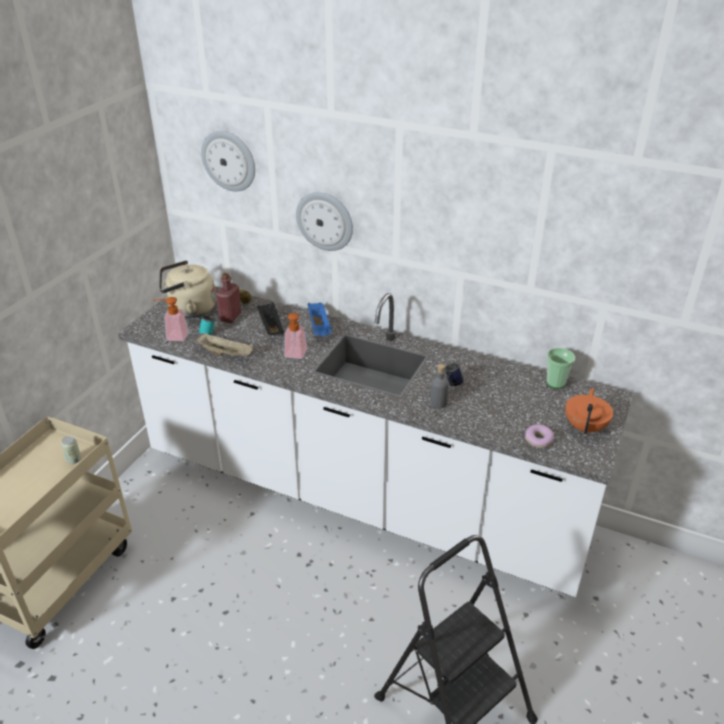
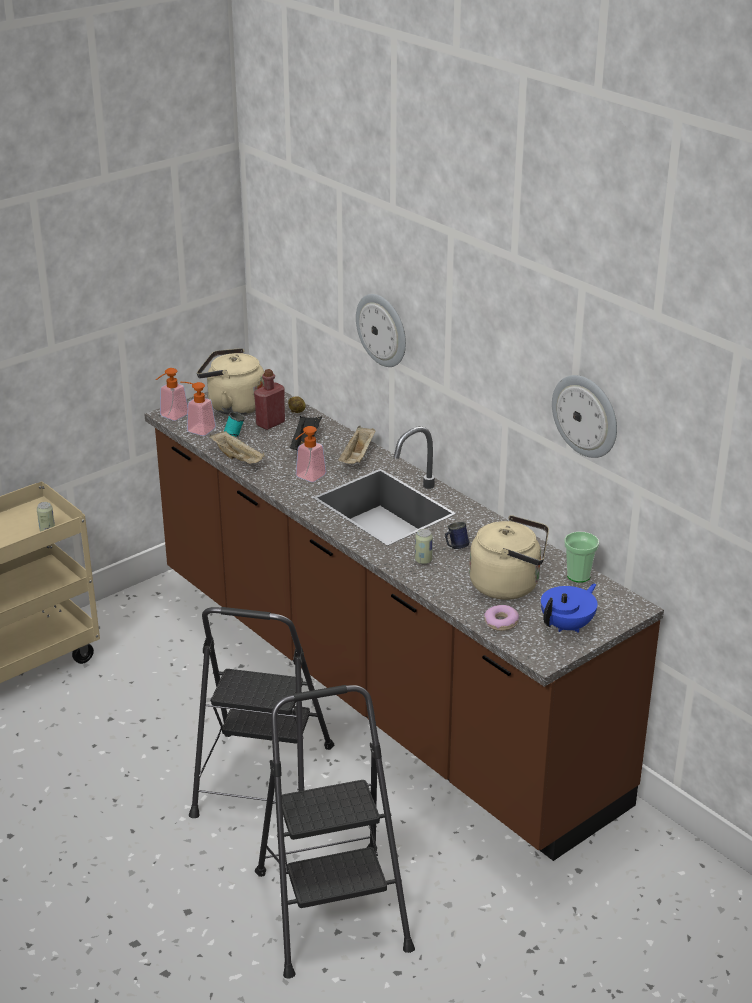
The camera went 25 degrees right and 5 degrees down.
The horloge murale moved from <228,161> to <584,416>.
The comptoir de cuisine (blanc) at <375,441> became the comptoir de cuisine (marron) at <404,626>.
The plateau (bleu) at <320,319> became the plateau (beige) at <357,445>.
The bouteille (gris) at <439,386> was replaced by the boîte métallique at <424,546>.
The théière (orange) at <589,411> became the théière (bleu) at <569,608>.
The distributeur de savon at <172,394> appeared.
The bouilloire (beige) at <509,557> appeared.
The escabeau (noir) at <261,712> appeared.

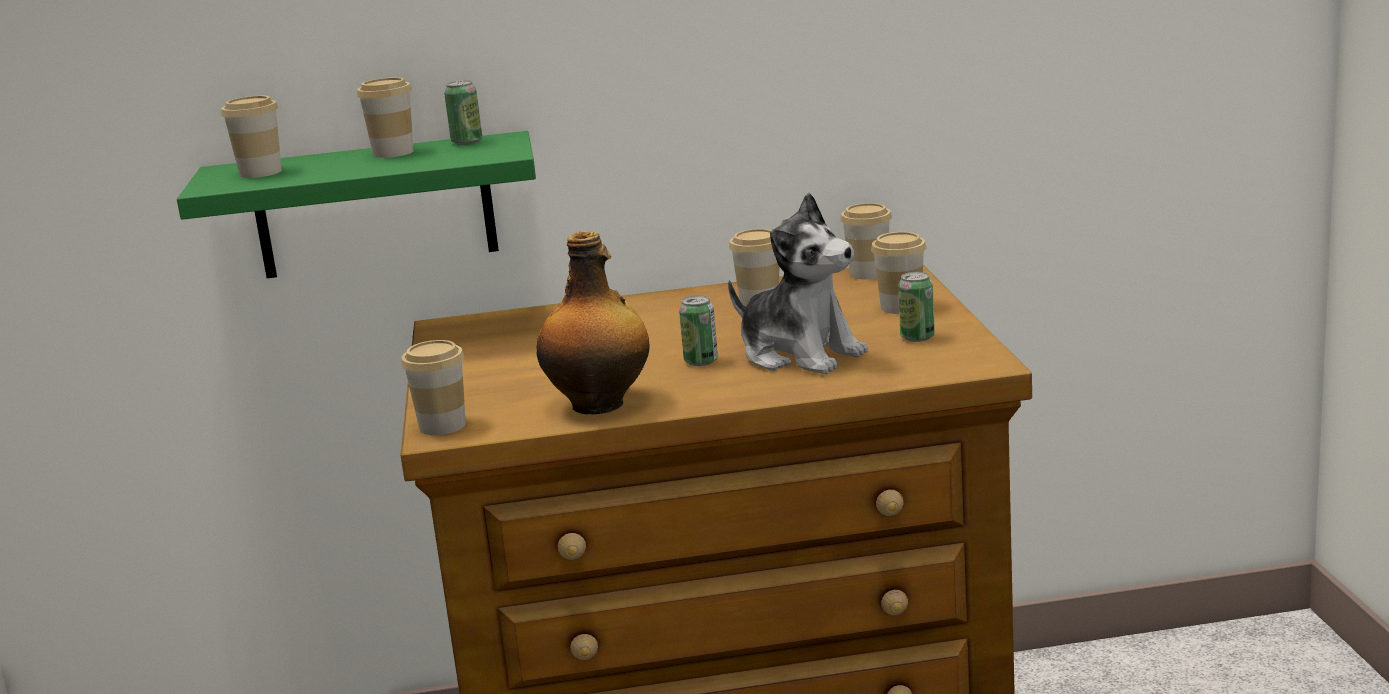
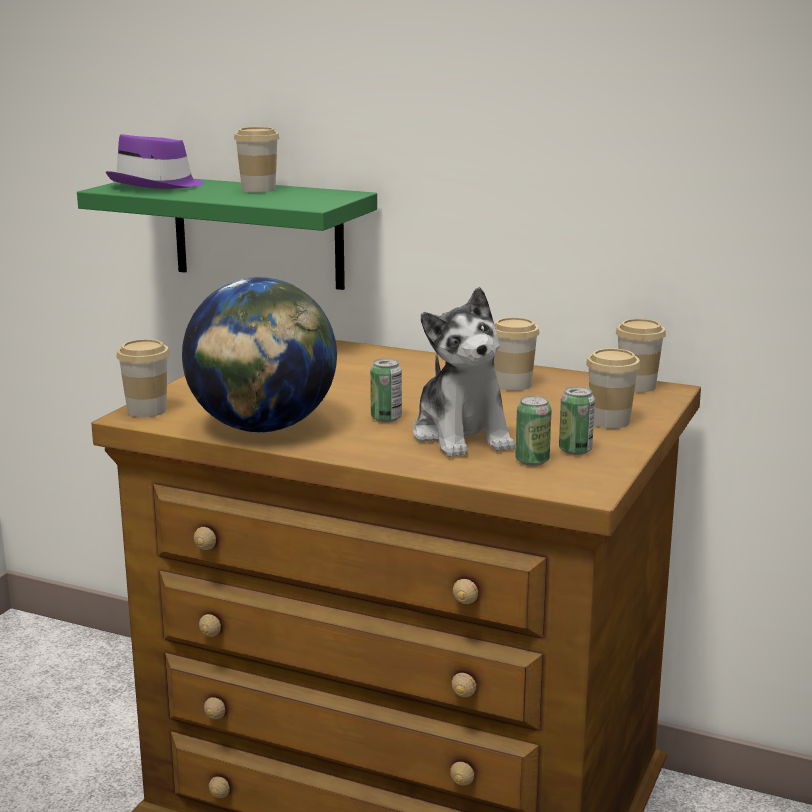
The camera went 30 degrees right and 0 degrees up.
The boîte métallique moved from <463,112> to <533,431>.
The tasse at <251,137> was replaced by the chapeau (violet) at <155,161>.
The bouteille at <593,323> was replaced by the globe at <259,355>.

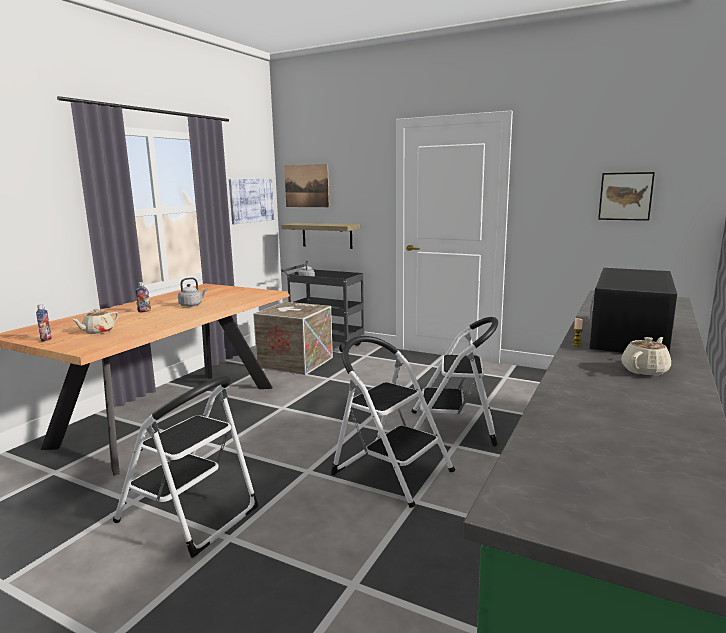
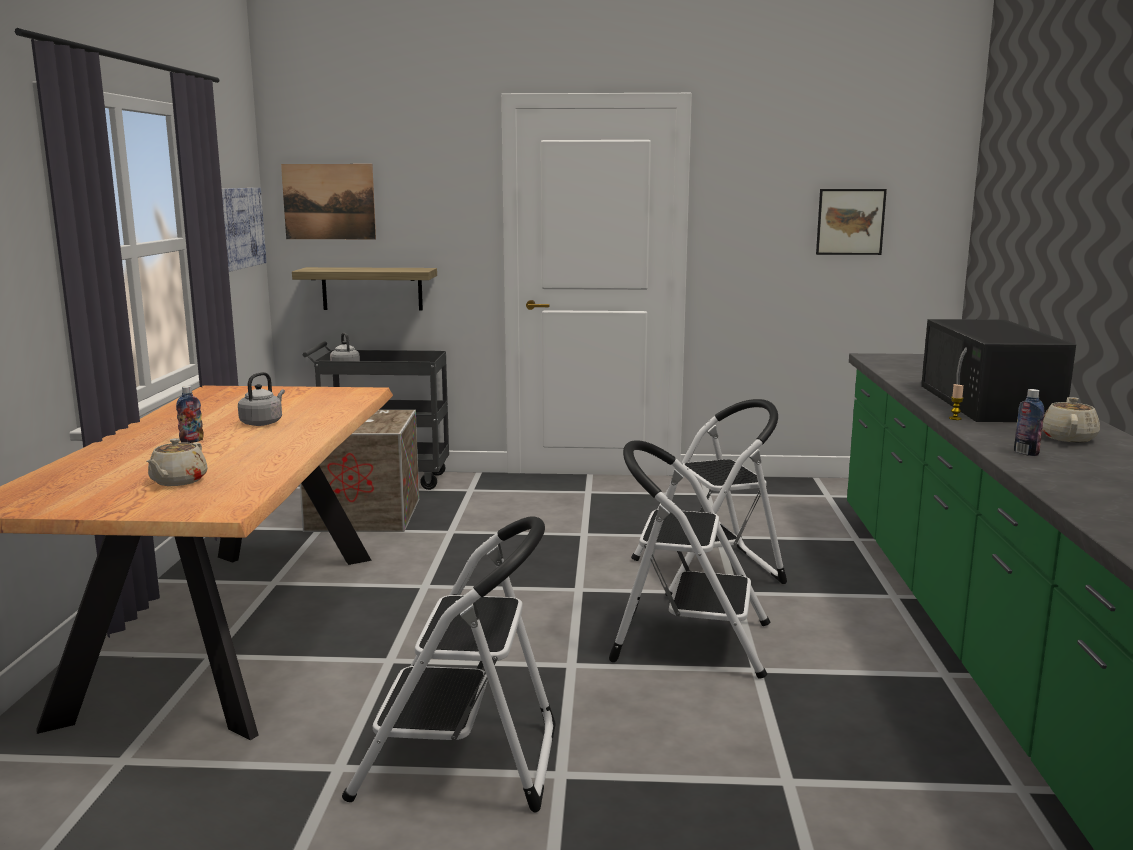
The camera went 25 degrees left and 0 degrees up.
The bouteille moved from <44,322> to <1029,422>.

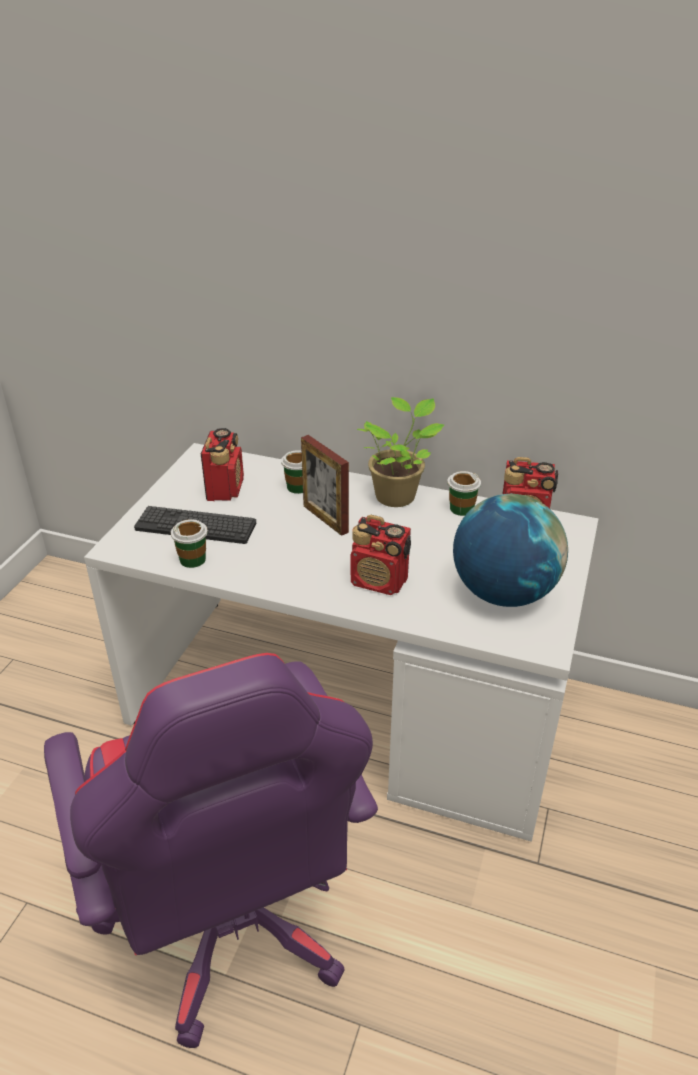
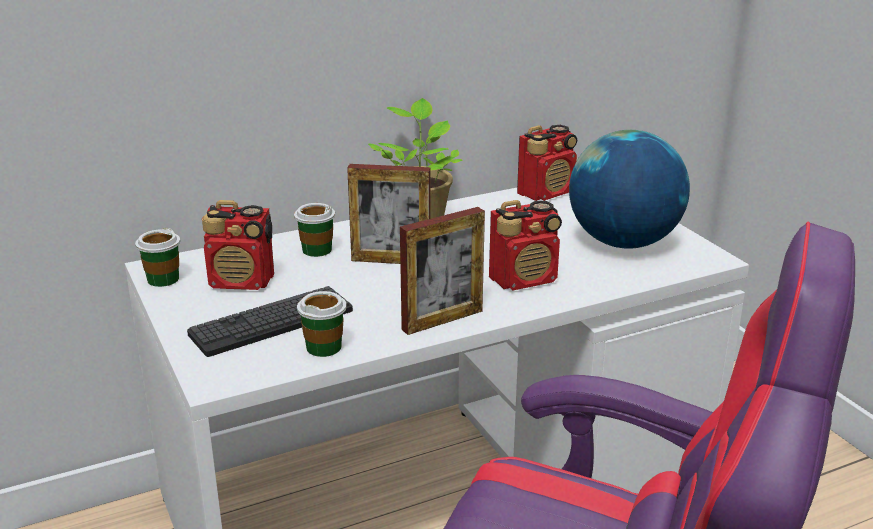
The camera went 45 degrees left and 10 degrees down.
The radio at <222,464> turned 135 degrees clockwise.
The tasse moved from <464,493> to <157,257>.
The cadre photo at <442,271> appeared.

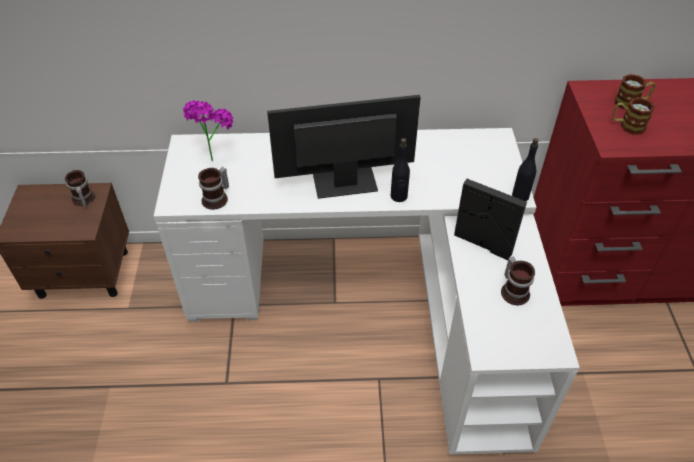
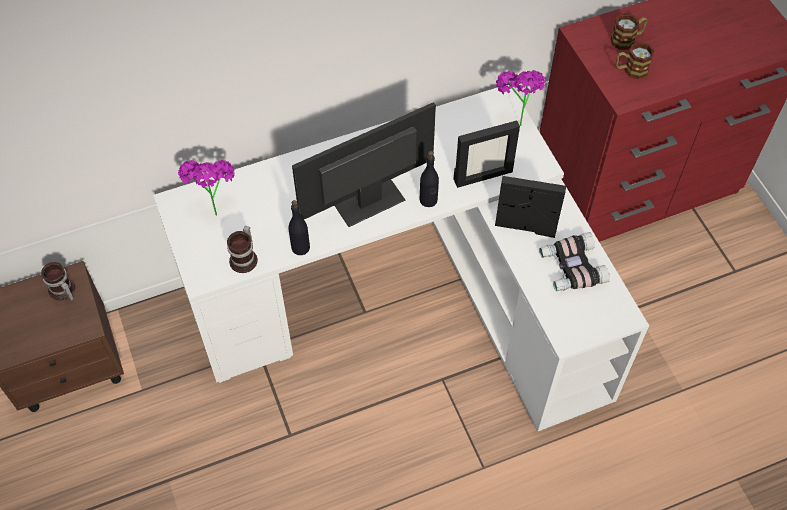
The camera went 20 degrees left and 10 degrees up.
The bouteille (noir) moved from <525,169> to <299,227>.
The mug at <518,281> was replaced by the jumelles at <574,261>.
The plante en pot at <521,98> appeared.
The cadre photo at <486,154> appeared.

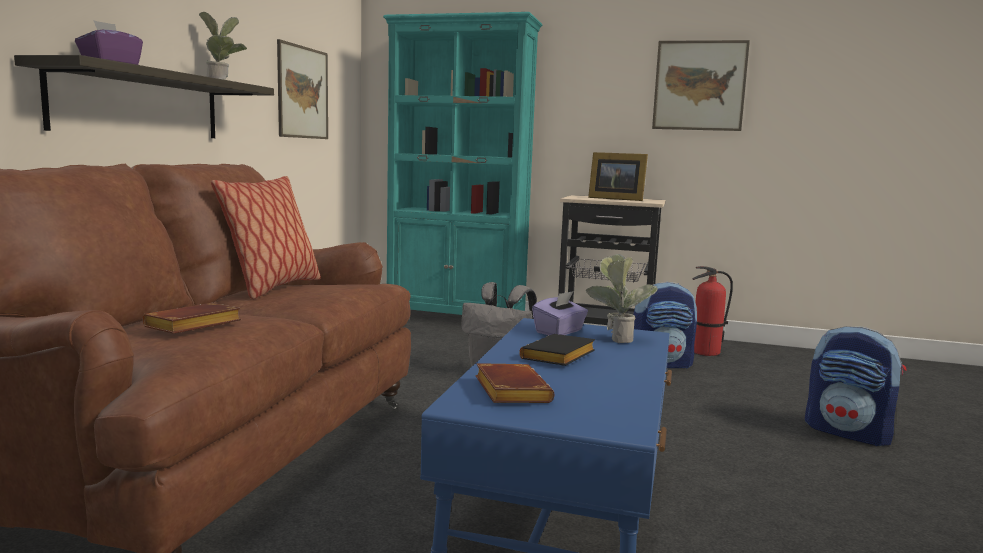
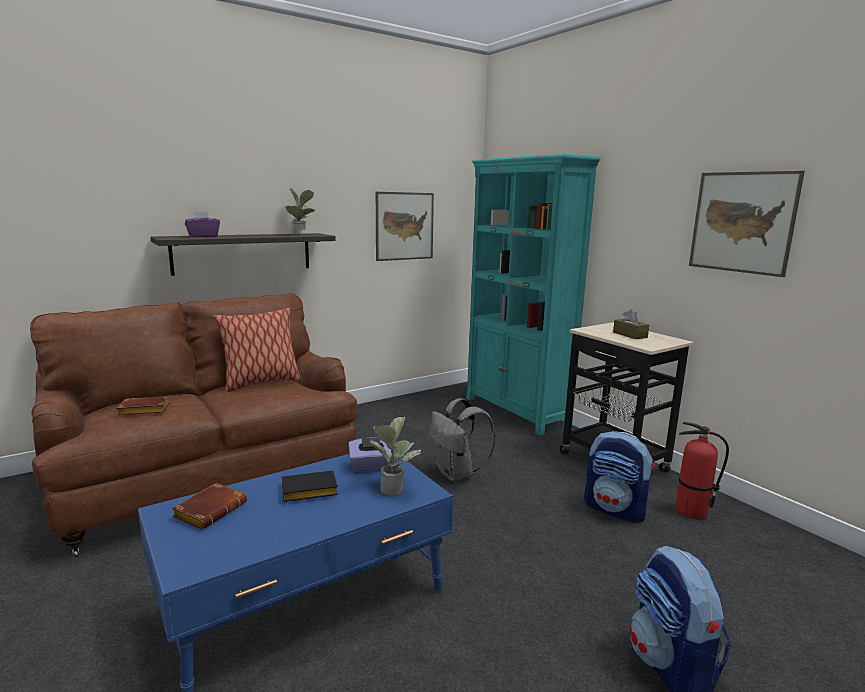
The camera went 40 degrees right and 5 degrees up.
The cadre photo at <618,176> was replaced by the boîte à mouchoirs (marron) at <631,324>.

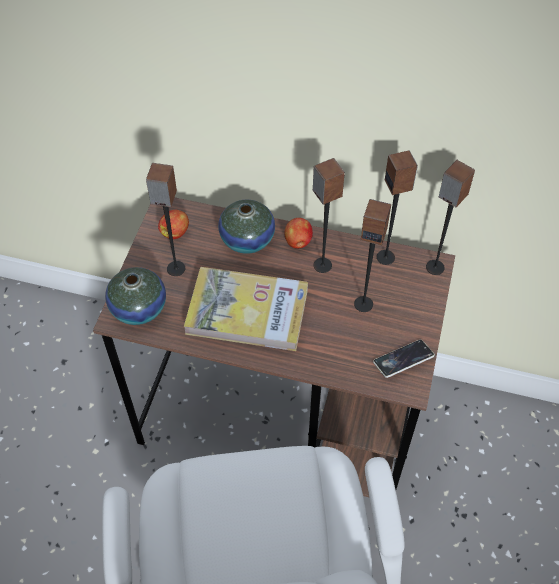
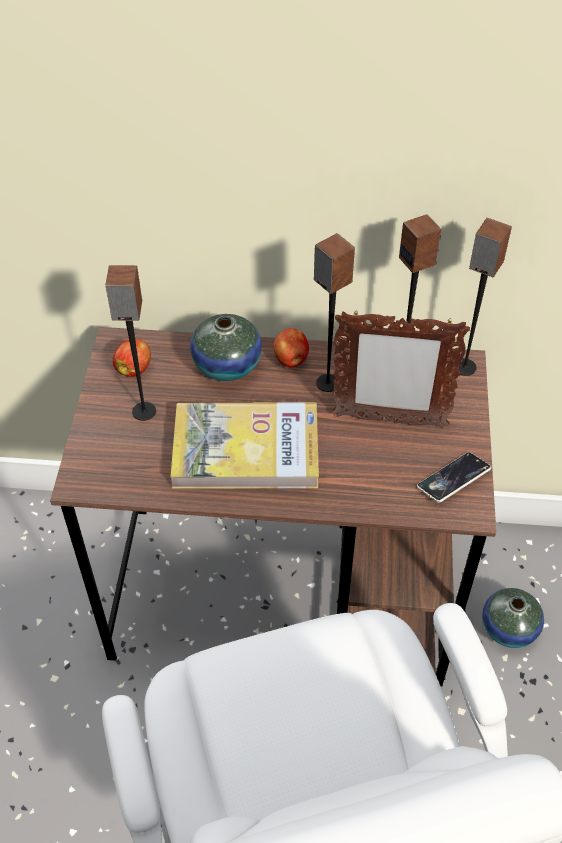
The camera went 10 degrees left and 5 degrees down.
The enceinte at <372,255> was replaced by the cadre photo at <401,369>.
The vase moved from <135,296> to <513,618>.

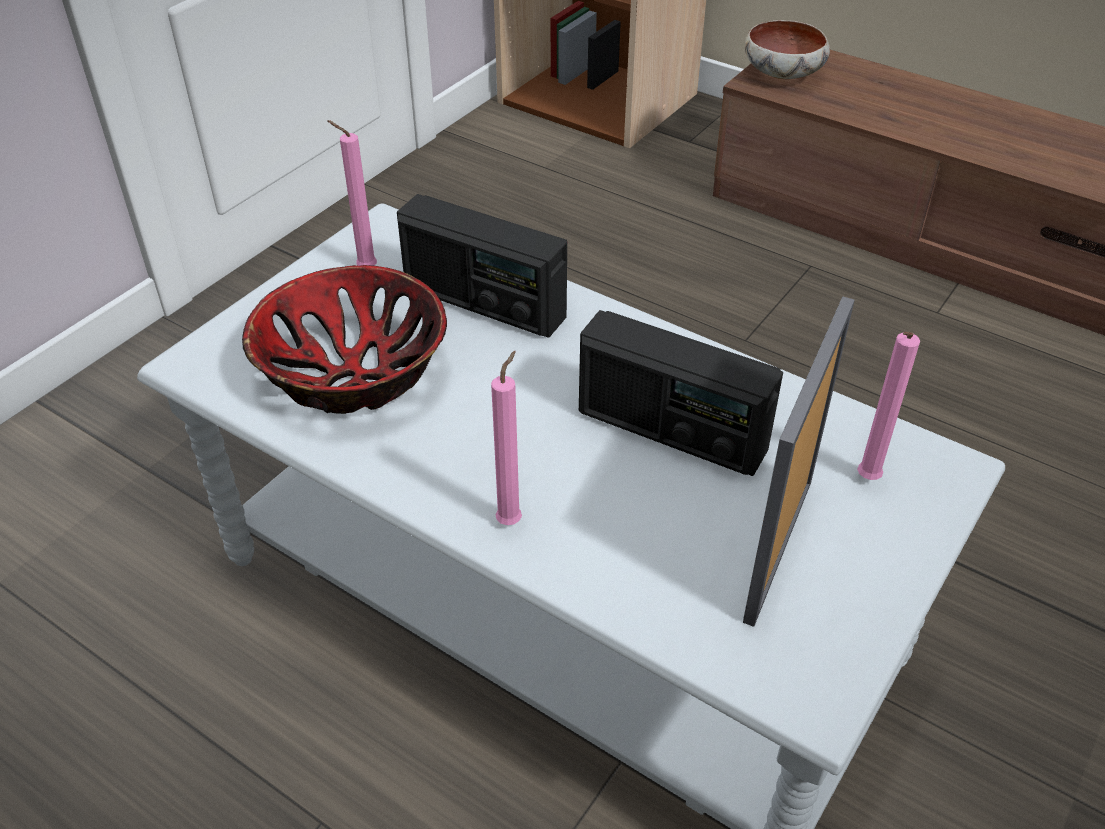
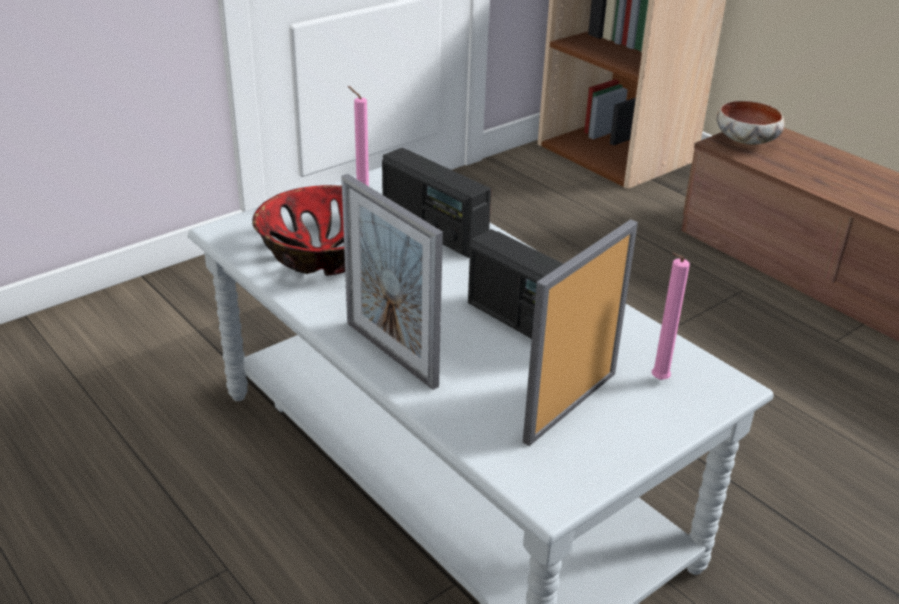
The camera went 15 degrees right and 10 degrees down.
The bougie (rose) at <506,438> was replaced by the cadre photo at <392,282>.

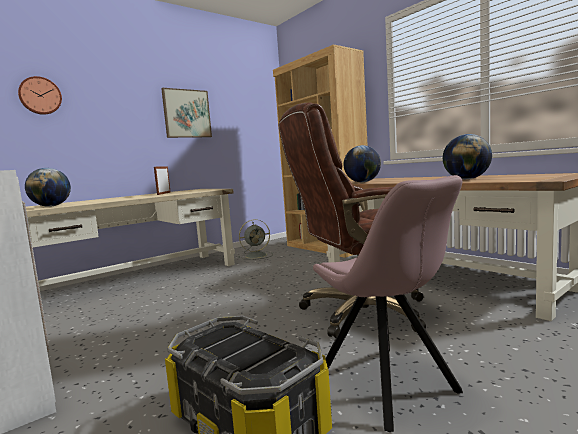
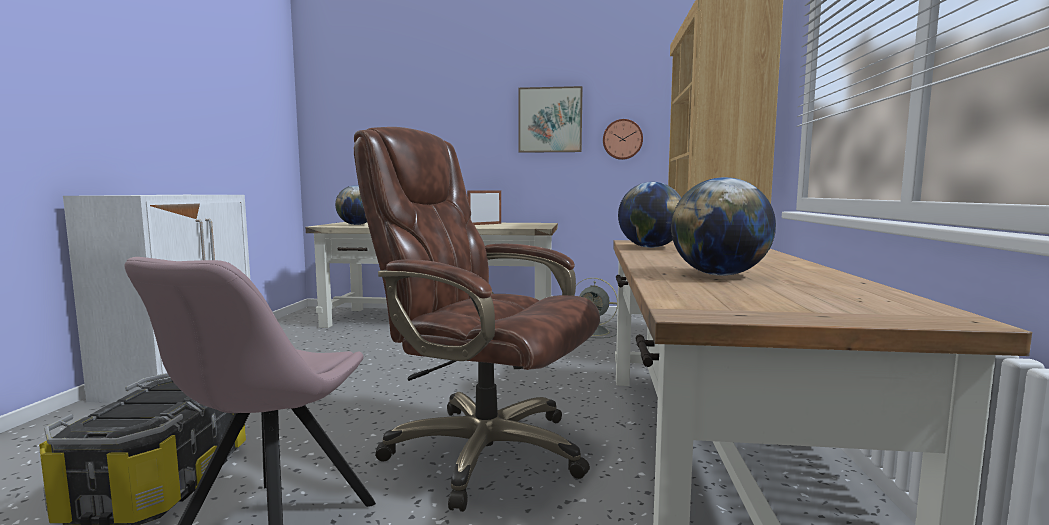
The camera went 45 degrees right and 0 degrees up.
The horloge murale moved from <40,95> to <623,139>.

